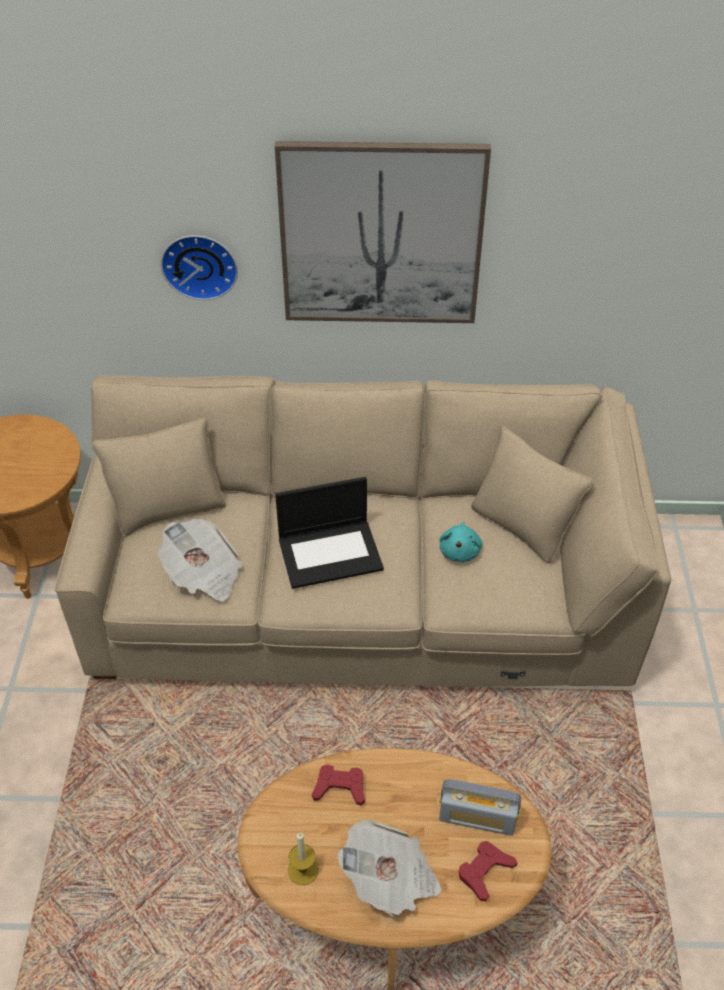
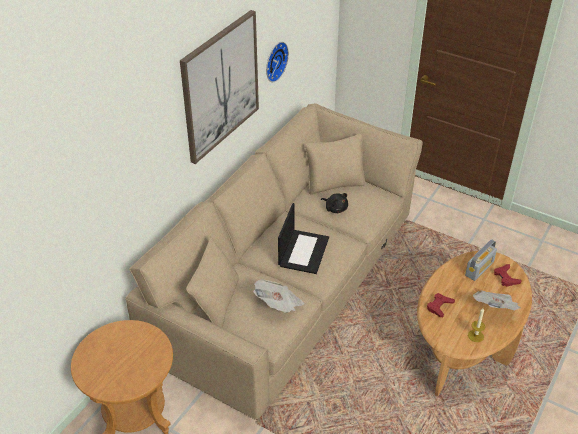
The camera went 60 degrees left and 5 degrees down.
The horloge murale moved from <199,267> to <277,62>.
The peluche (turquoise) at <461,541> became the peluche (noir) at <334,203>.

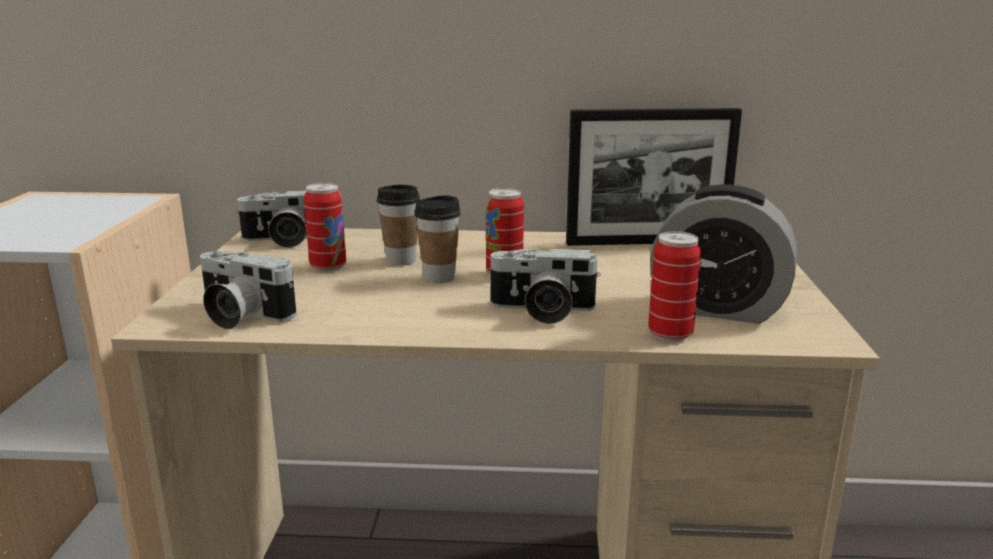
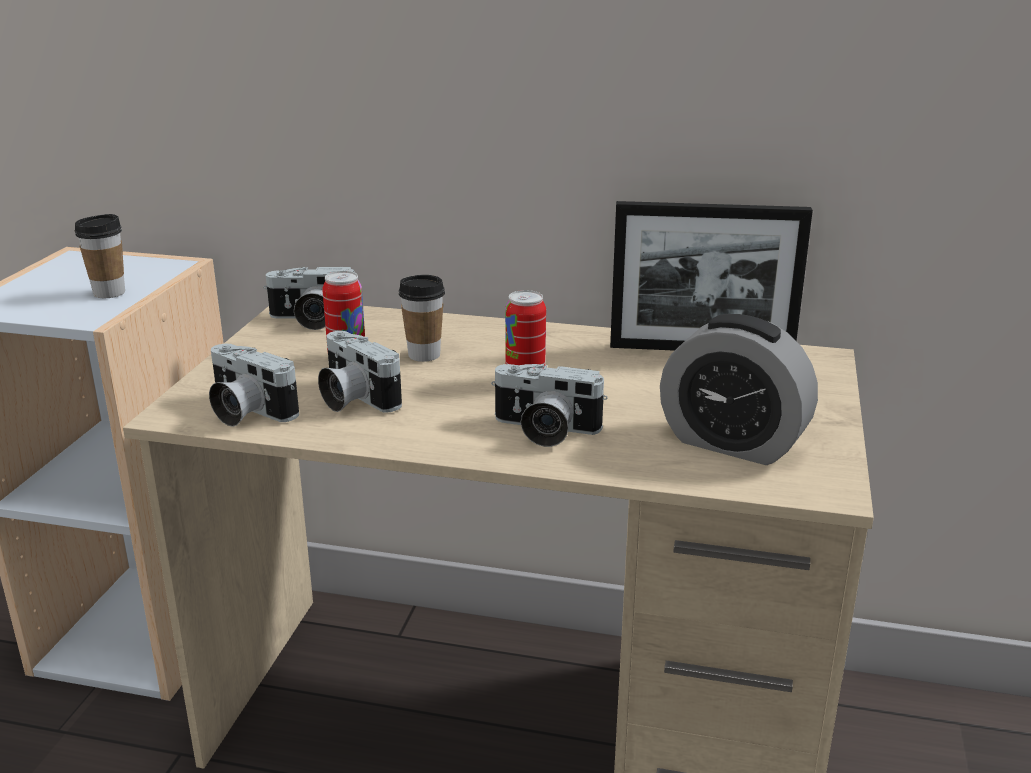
The camera went 10 degrees right and 5 degrees up.
The tasse moved from <437,239> to <100,256>.
The boîte métallique at <674,286> disappeared.
The appareil photo at <360,372> appeared.

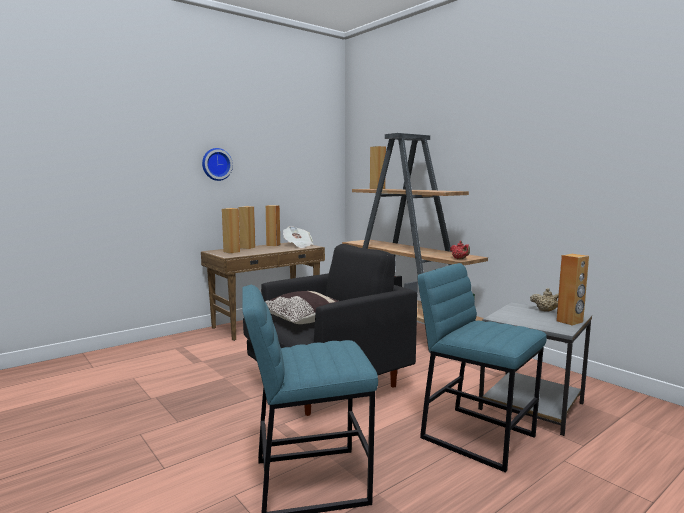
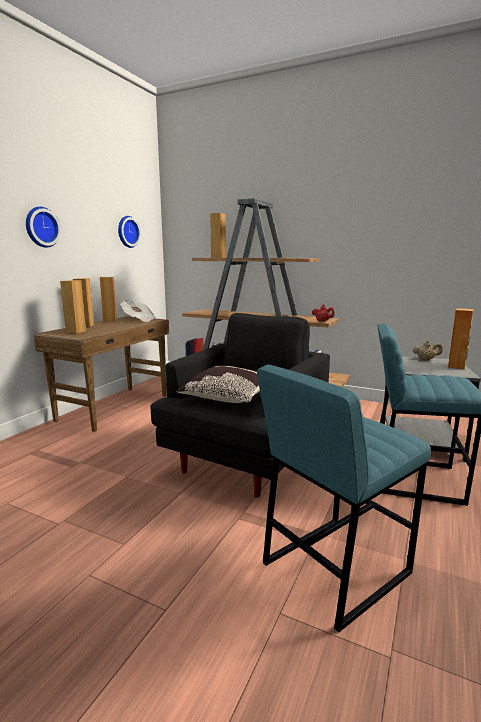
The camera went 25 degrees left and 5 degrees up.
The horloge murale at <129,232> appeared.

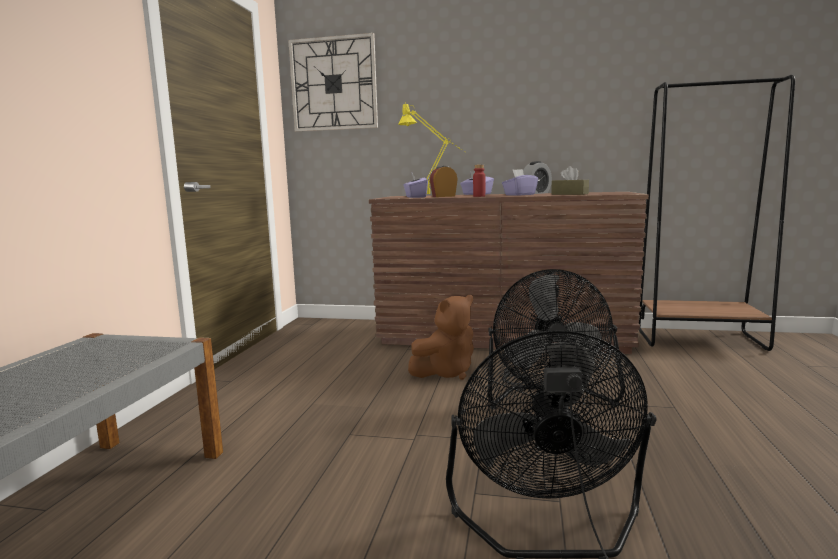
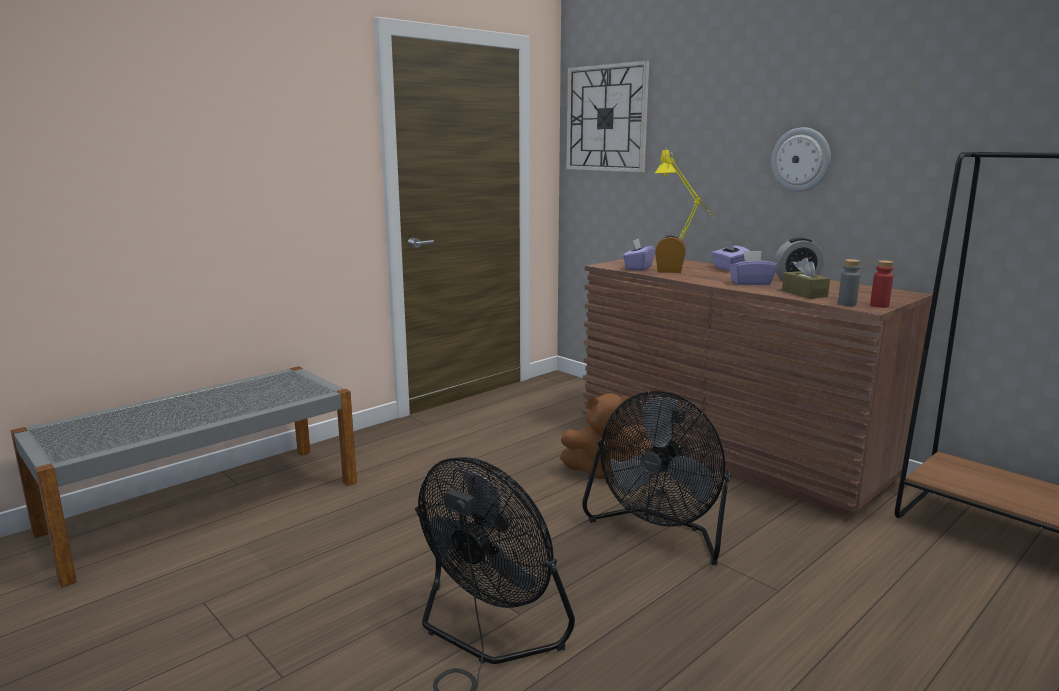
The camera went 35 degrees right and 5 degrees up.
The bouteille (rouge) moved from <479,180> to <881,284>.
The horloge murale at <801,159> appeared.
The bouteille (gris) at <849,282> appeared.

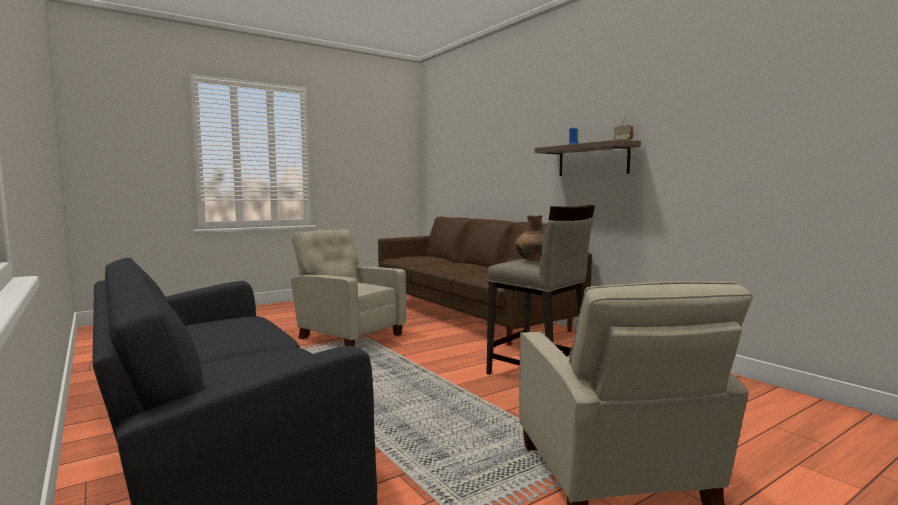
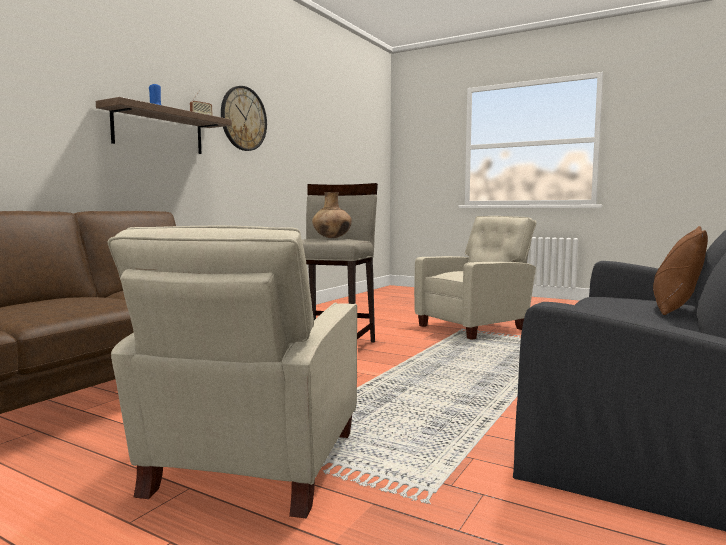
The camera went 115 degrees left and 0 degrees up.
The horloge murale at <244,118> appeared.
The coussin (marron) at <680,270> appeared.

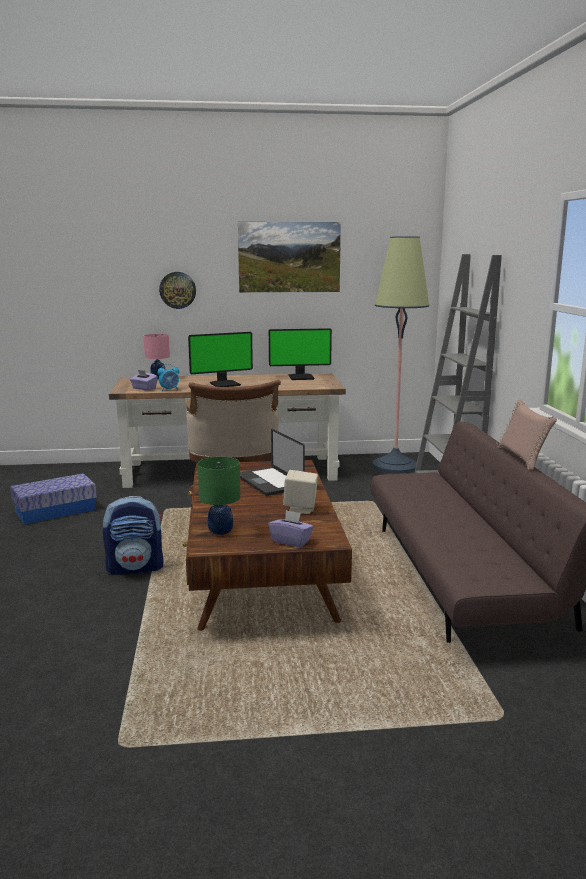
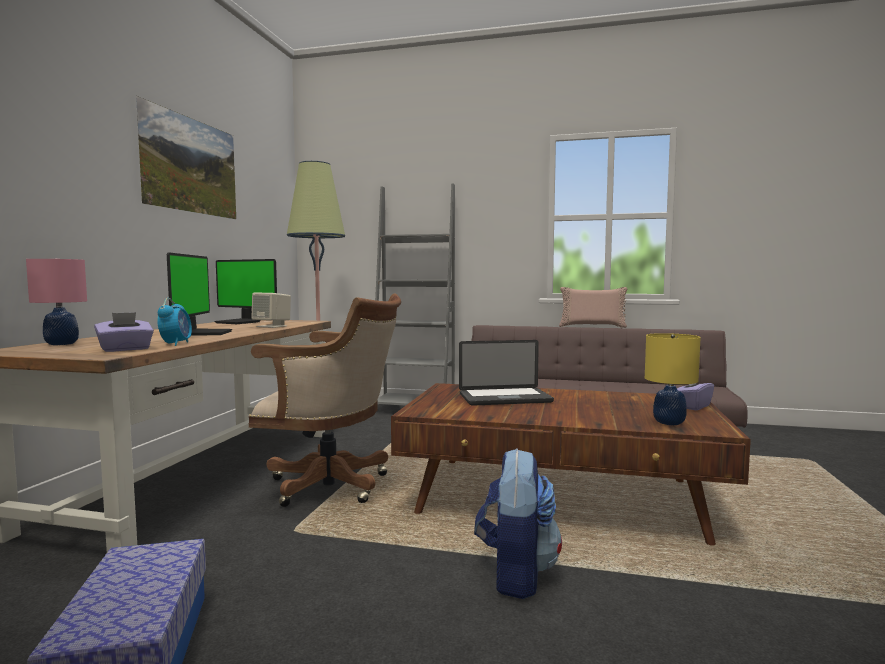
The camera went 70 degrees left and 10 degrees down.
The horloge murale at <177,290> disappeared.
The écran d'ordinateur at <300,354> turned 105 degrees clockwise.
The lampe de table (vert) at <219,496> became the lampe de table (jaune) at <673,379>.
The enceinte (beige) moved from <300,492> to <271,310>.

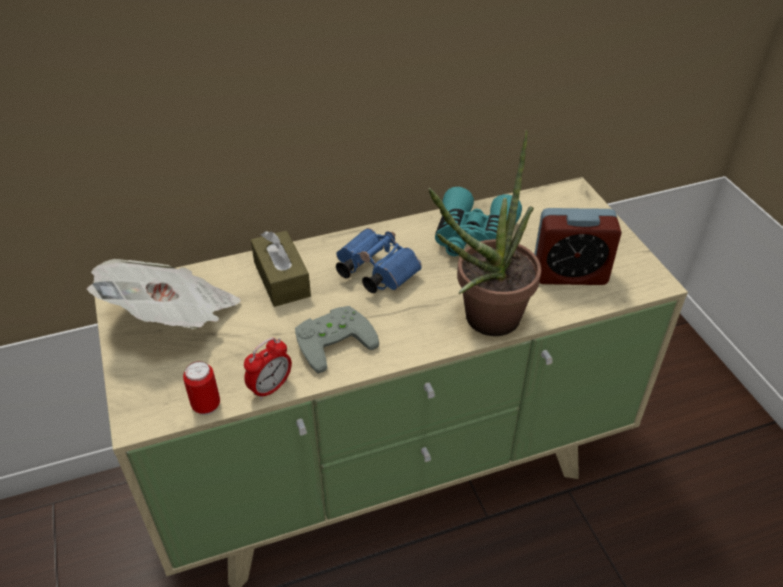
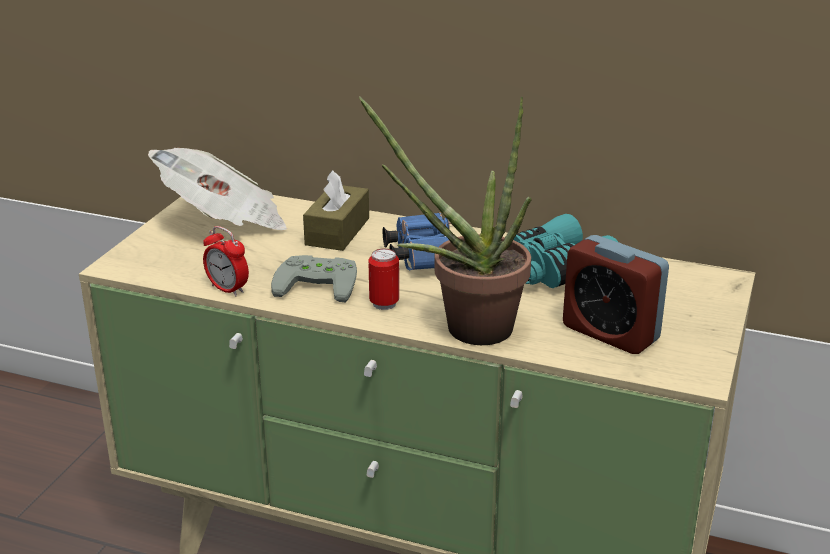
The camera went 40 degrees right and 15 degrees down.
The réveil at <268,368> turned 45 degrees clockwise.
The boîte métallique moved from <201,388> to <384,279>.

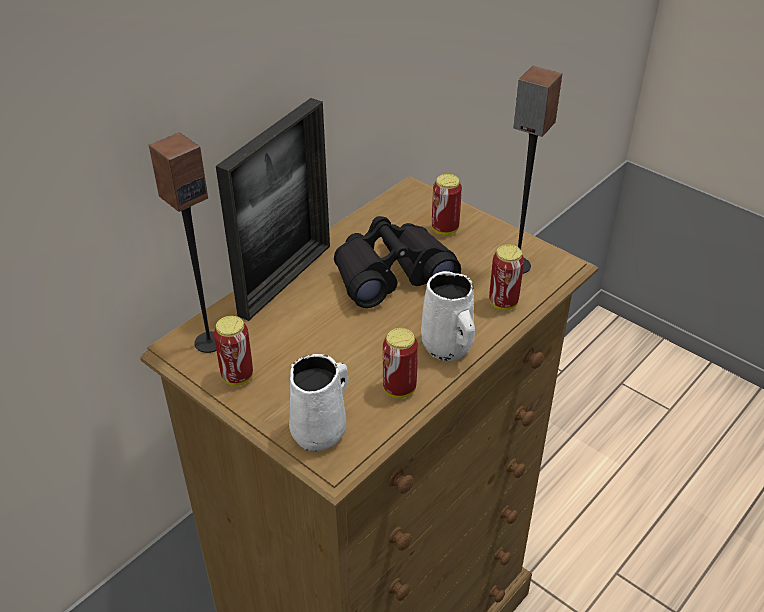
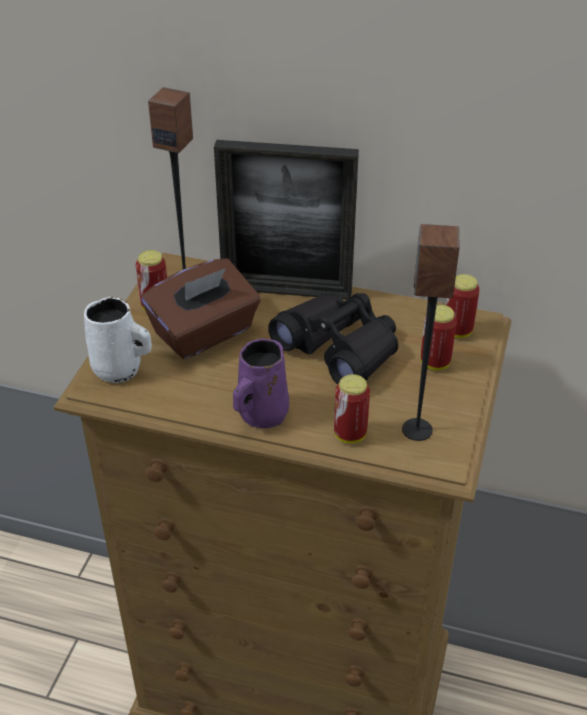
The camera went 65 degrees right and 0 degrees up.
The mug (blanc) at <448,316> became the mug (violet) at <261,383>.
The boîte métallique moved from <400,363> to <463,306>.
The boîte à mouchoirs (marron) at <201,308> appeared.

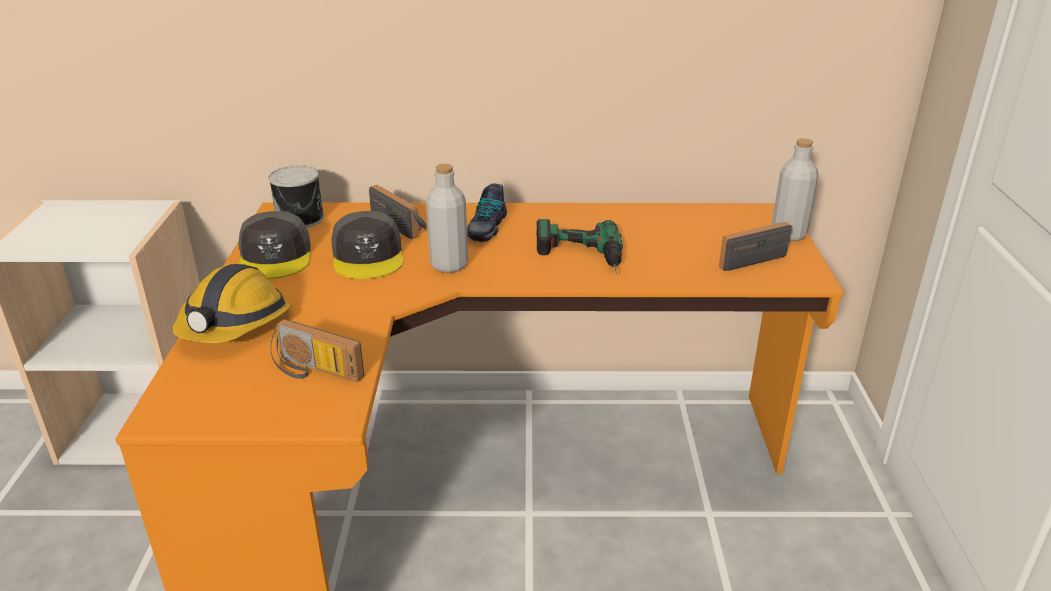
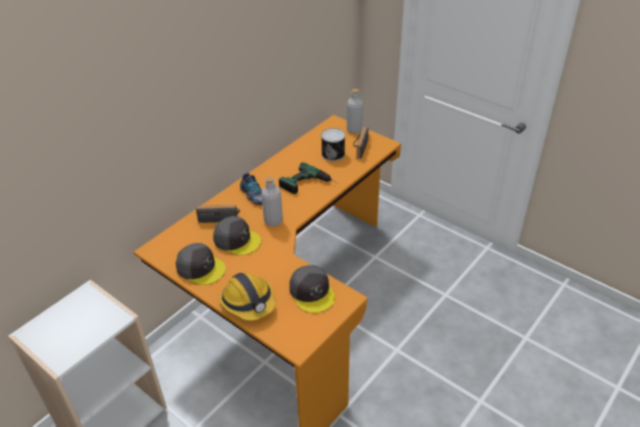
The camera went 50 degrees left and 10 degrees up.
The boîte métallique moved from <296,196> to <333,144>.
The radio at <317,350> was replaced by the casquette (gris) at <312,289>.

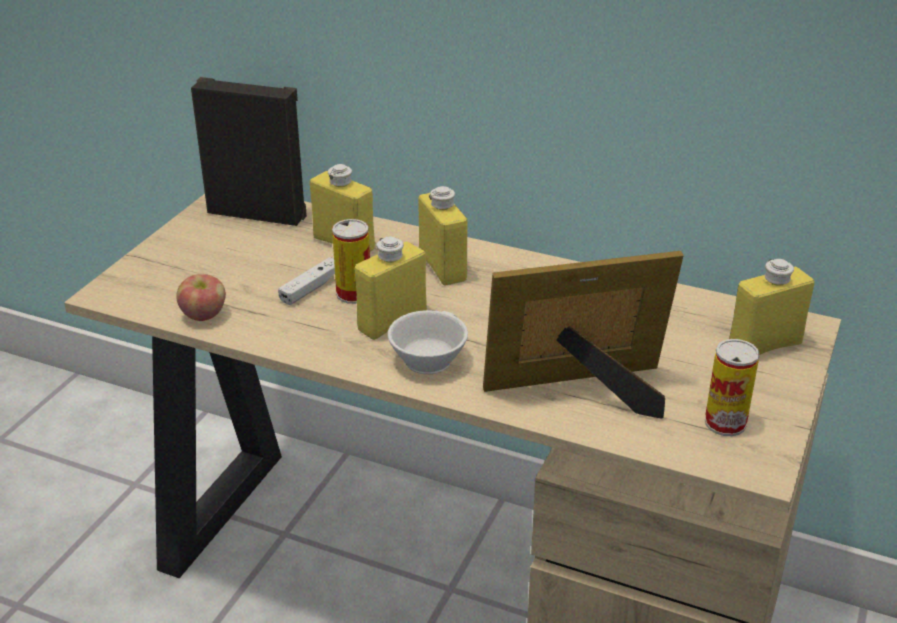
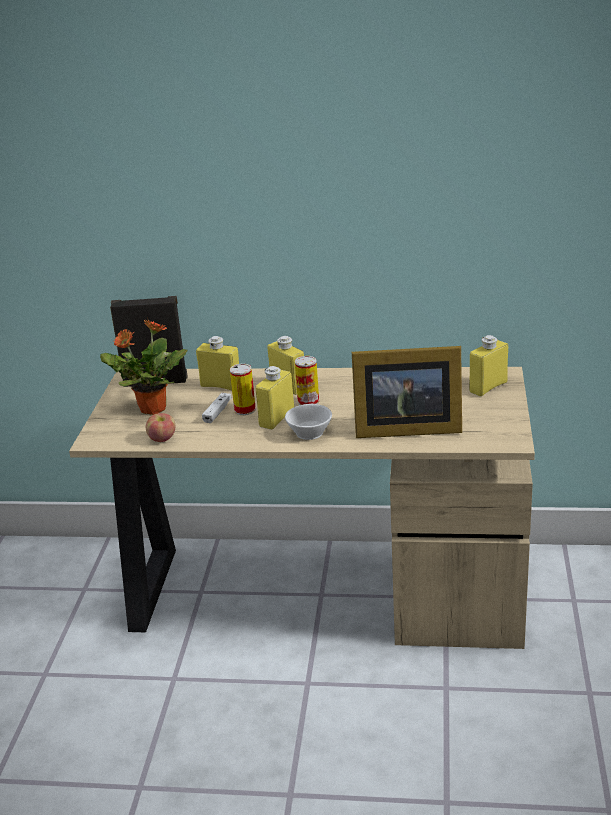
The camera went 15 degrees left and 5 degrees down.
The cadre photo at <583,335> turned 150 degrees counterclockwise.
The boîte métallique moved from <732,387> to <307,380>.
The plante en pot at <144,367> appeared.

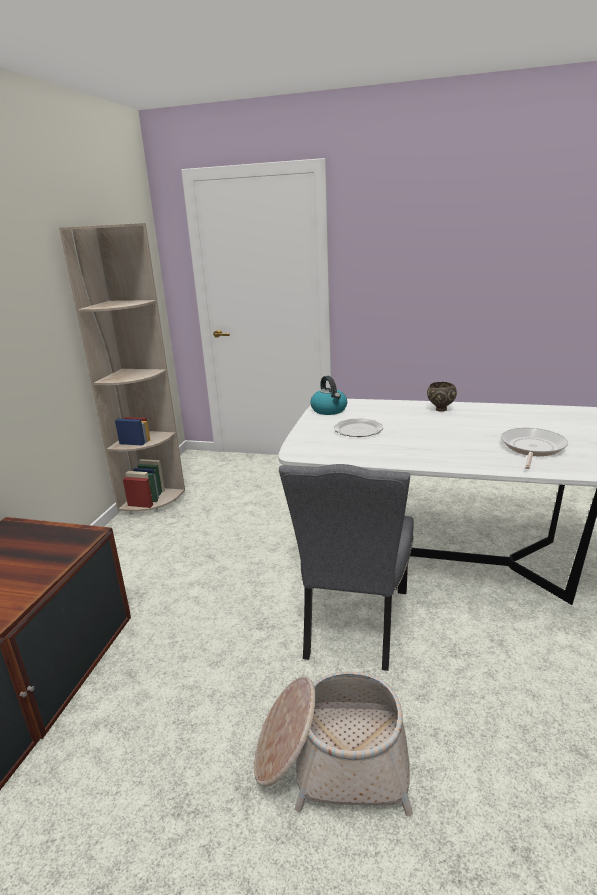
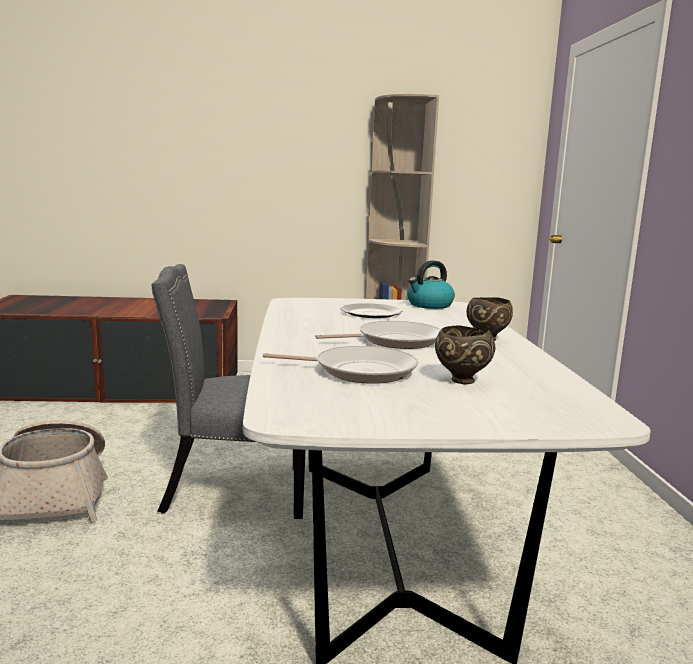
The camera went 70 degrees right and 10 degrees down.
The poêle at <378,335> appeared.
The bol (marron) at <465,354> appeared.

